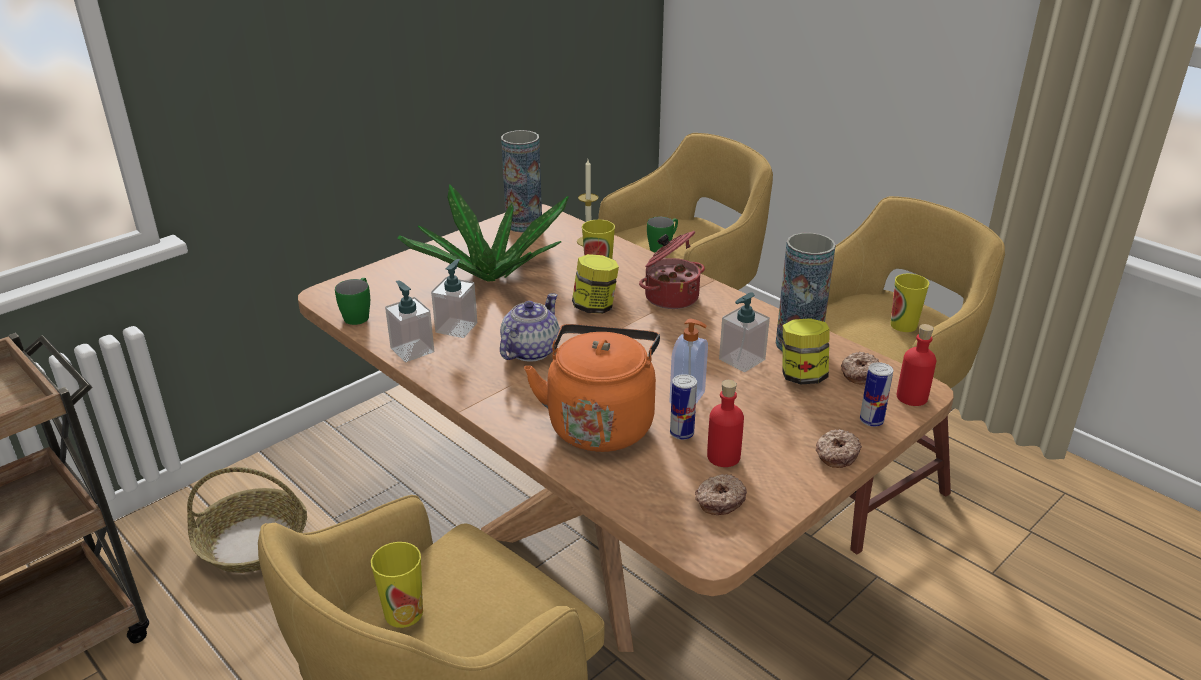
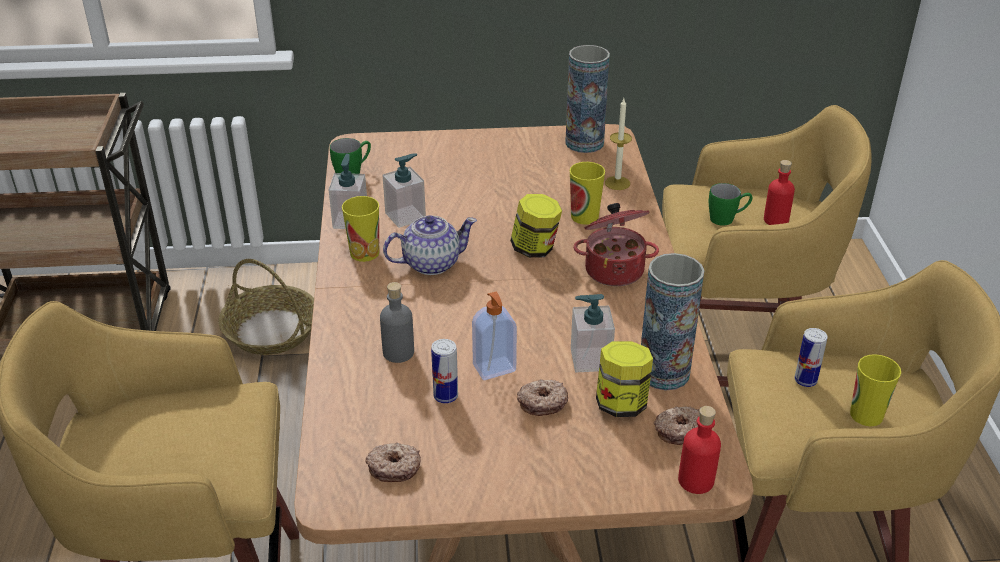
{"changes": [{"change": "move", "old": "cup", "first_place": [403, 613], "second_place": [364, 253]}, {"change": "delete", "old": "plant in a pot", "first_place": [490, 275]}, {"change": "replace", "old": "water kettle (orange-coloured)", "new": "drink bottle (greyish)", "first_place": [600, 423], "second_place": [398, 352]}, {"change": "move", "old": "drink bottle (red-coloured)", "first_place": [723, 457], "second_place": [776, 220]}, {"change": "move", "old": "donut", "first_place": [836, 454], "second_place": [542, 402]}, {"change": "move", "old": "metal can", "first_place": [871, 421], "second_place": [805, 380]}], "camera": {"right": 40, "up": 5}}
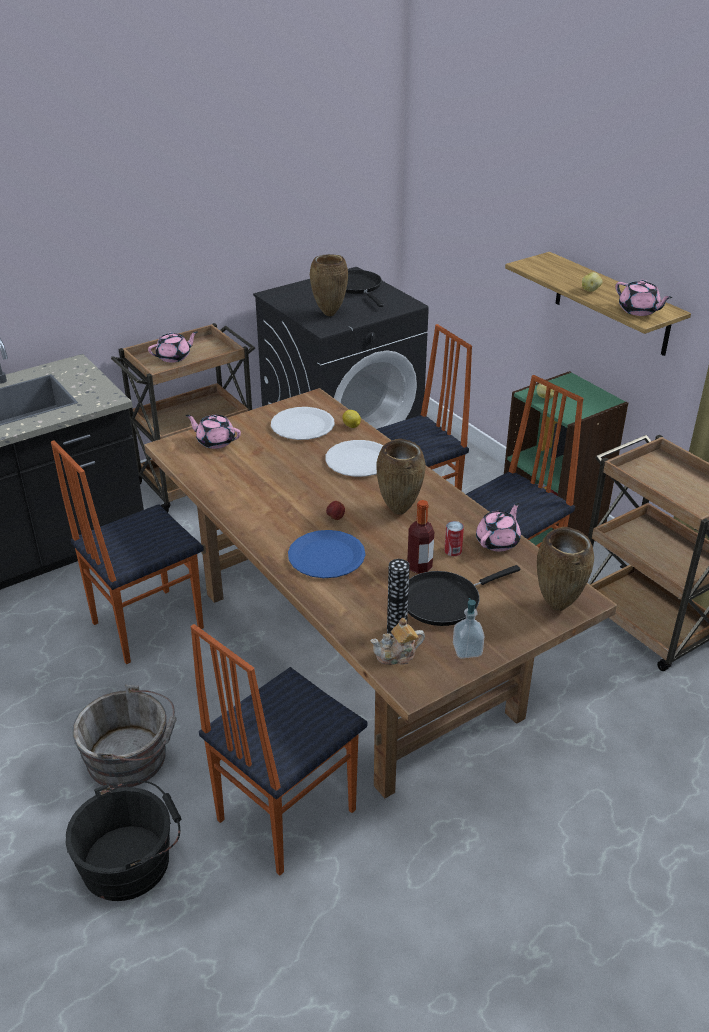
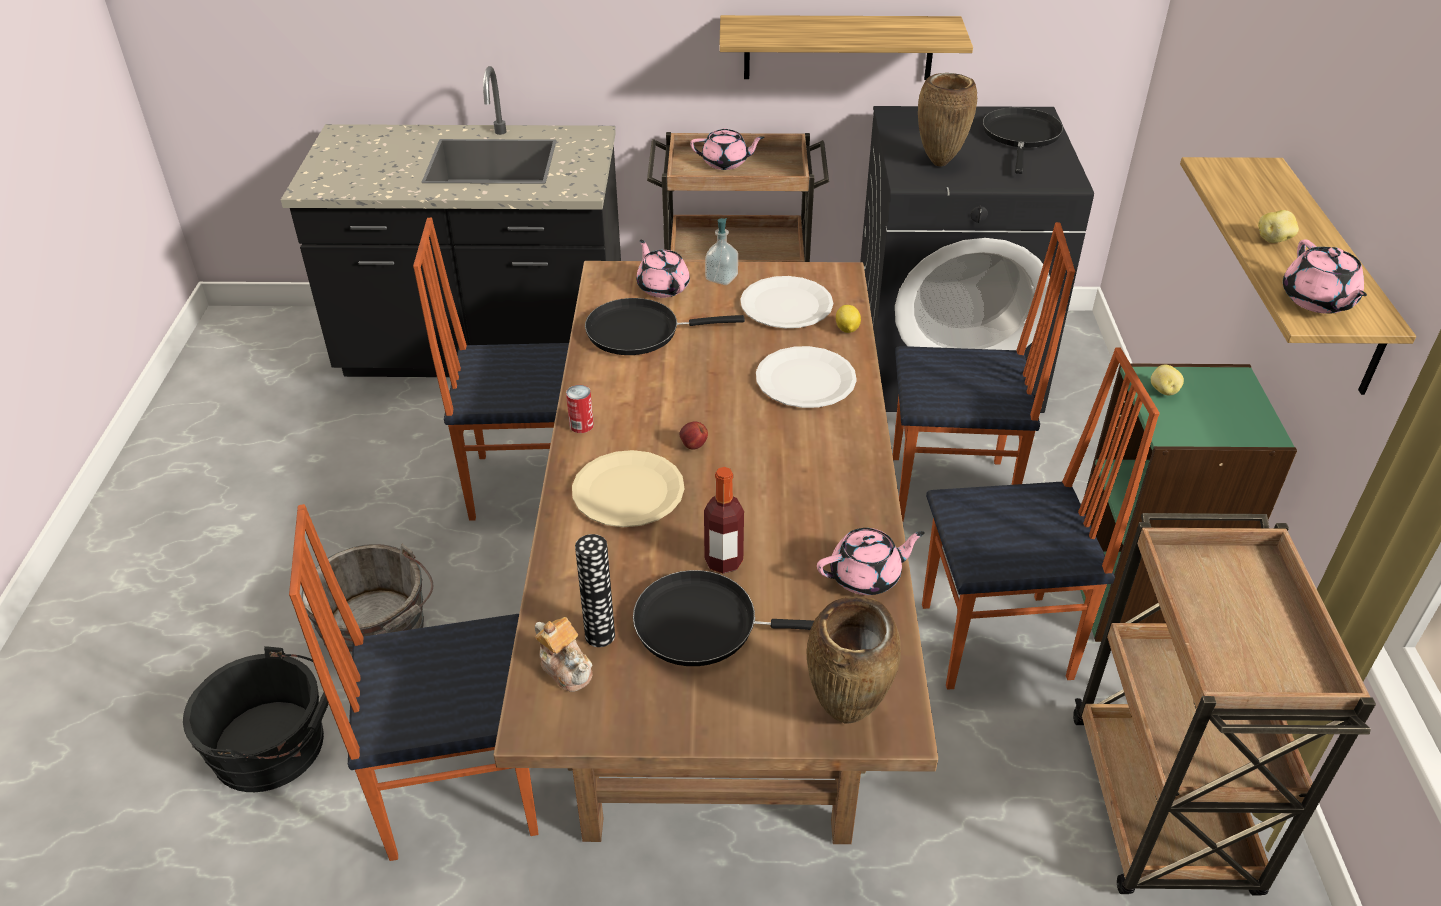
{"changes": [{"change": "recolor", "old": "flat dish (blue)", "new": "flat dish (sand-coloured)", "first_place": [326, 556], "second_place": [628, 491]}, {"change": "rotate", "old": "pot for tea", "first_place": [397, 655], "second_place": [566, 668], "degrees": -150}, {"change": "delete", "old": "flower vase (brown-coloured)", "first_place": [400, 511]}, {"change": "move", "old": "metal can", "first_place": [453, 551], "second_place": [581, 425]}, {"change": "move", "old": "soap bottle", "first_place": [467, 650], "second_place": [721, 278]}, {"change": "insert", "new": "frying pan (black)", "second_place": [639, 332]}, {"change": "insert", "new": "bracket shelf", "second_place": [838, 47]}], "camera": {"right": 35, "up": 5}}
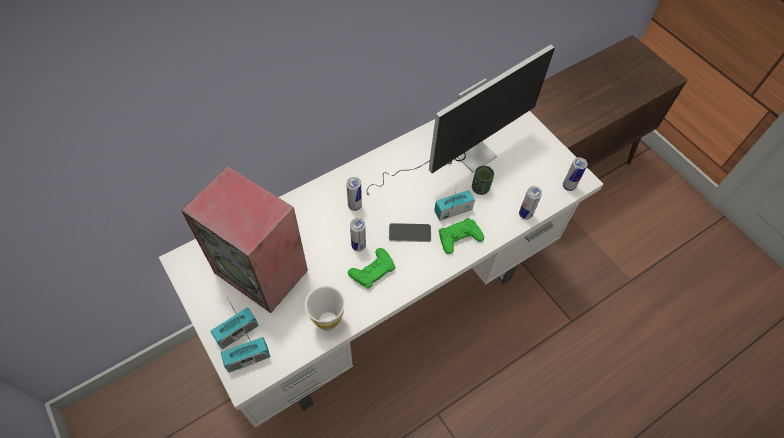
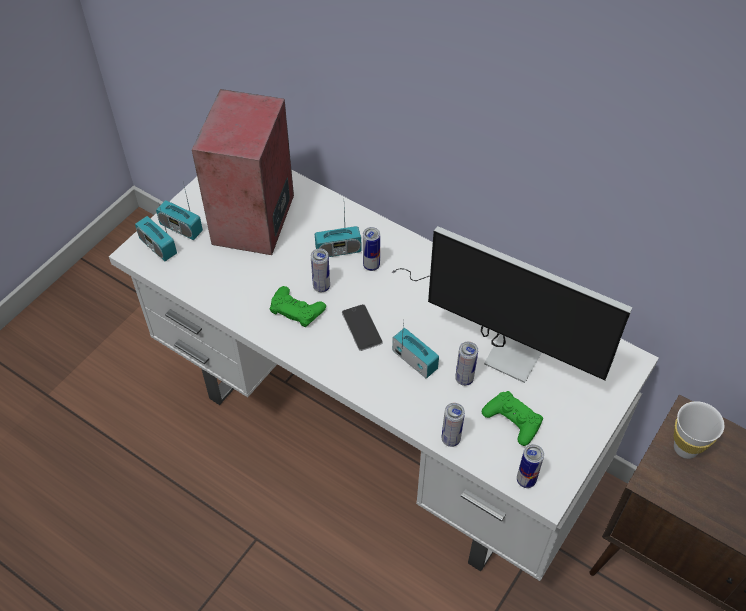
{"changes": [{"change": "move", "old": "cup (white)", "first_place": [328, 321], "second_place": [685, 448]}, {"change": "move", "old": "game controller (green)", "first_place": [459, 238], "second_place": [512, 420]}, {"change": "replace", "old": "cup (green)", "new": "metal can", "first_place": [480, 188], "second_place": [464, 379]}, {"change": "insert", "new": "radio set", "second_place": [338, 250]}], "camera": {"right": 70, "up": -5}}
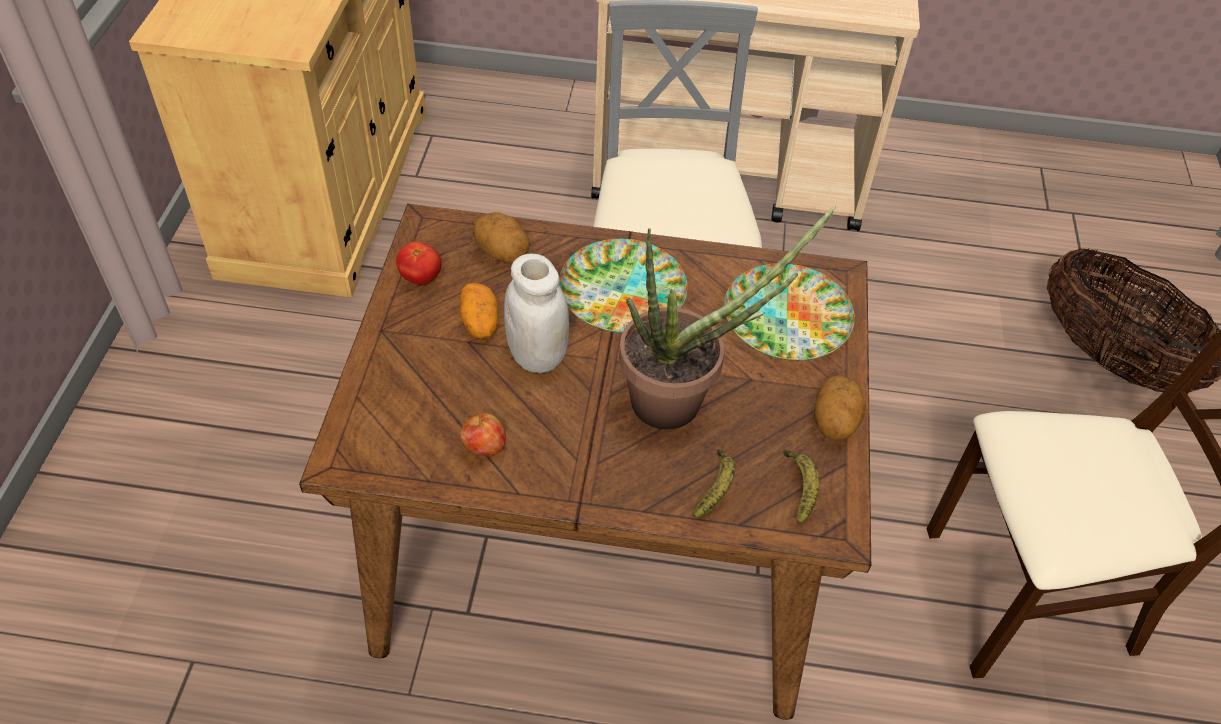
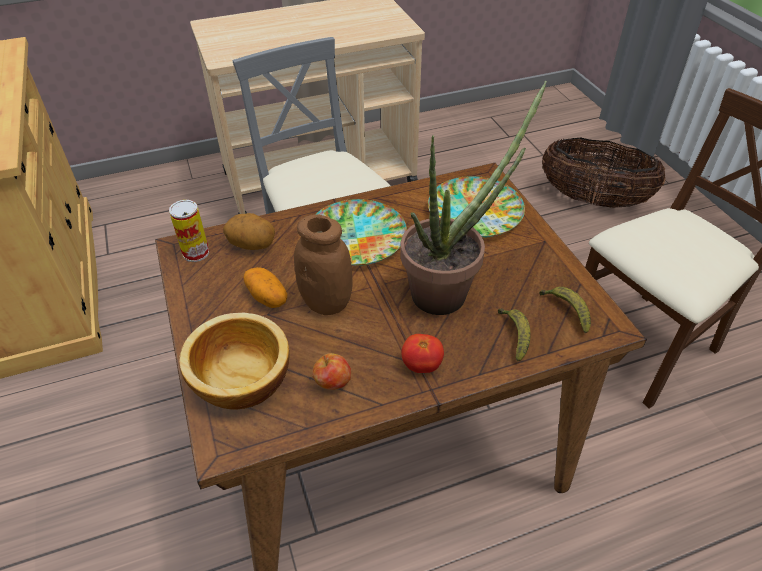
{"changes": [{"change": "move", "old": "fresh tomato", "first_place": [420, 277], "second_place": [422, 365]}, {"change": "recolor", "old": "preserve jar (white)", "new": "preserve jar (brown-coloured)", "first_place": [537, 356], "second_place": [326, 302]}, {"change": "delete", "old": "spud", "first_place": [835, 422]}, {"change": "insert", "new": "metal can", "second_place": [196, 253]}, {"change": "insert", "new": "serving bowl", "second_place": [239, 380]}], "camera": {"right": -25, "up": -5}}
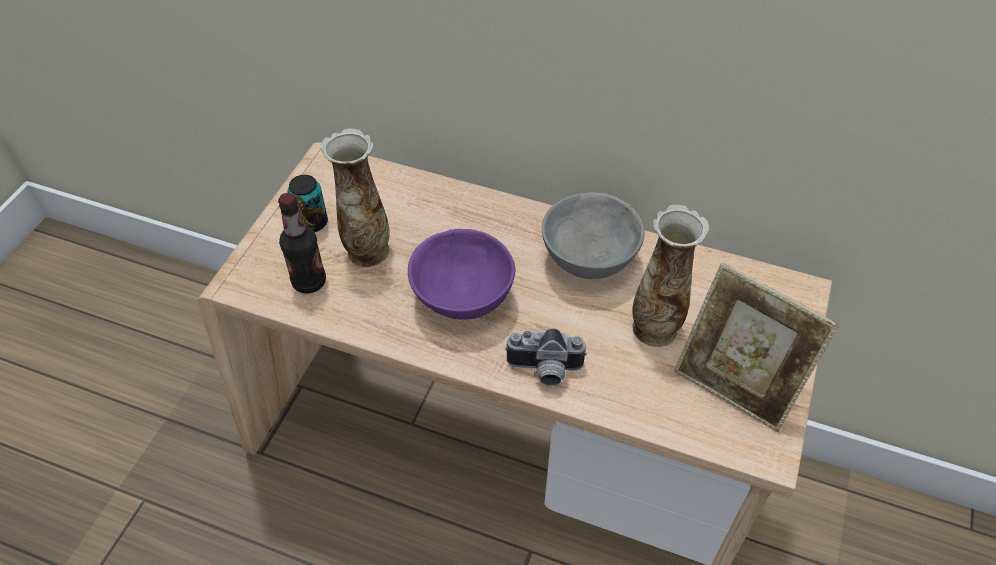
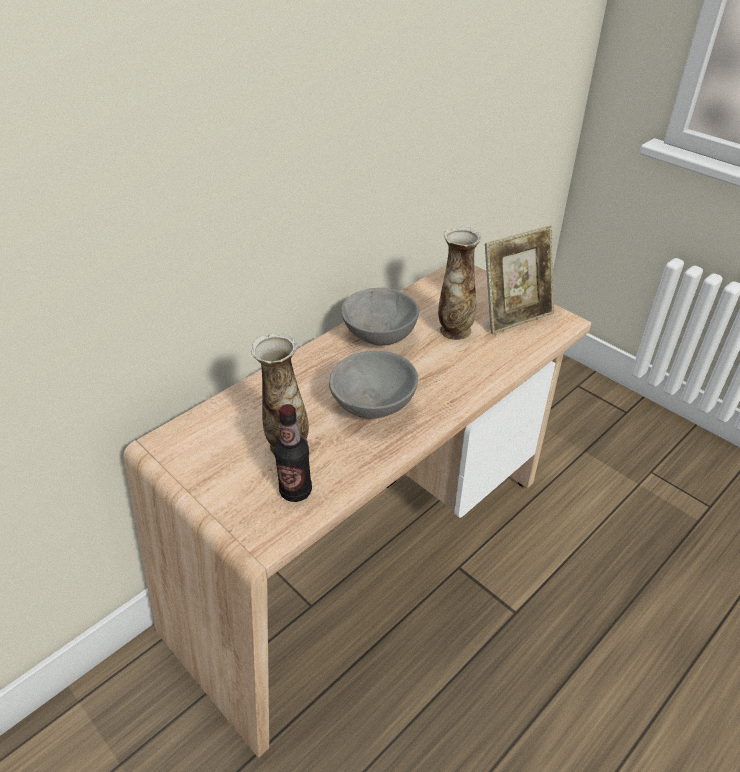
{"changes": [{"change": "delete", "old": "metal can", "first_place": [312, 223]}, {"change": "recolor", "old": "serving bowl (purple-coloured)", "new": "serving bowl (greyish)", "first_place": [461, 299], "second_place": [374, 407]}, {"change": "delete", "old": "photo camera", "first_place": [544, 371]}], "camera": {"right": -65, "up": -10}}
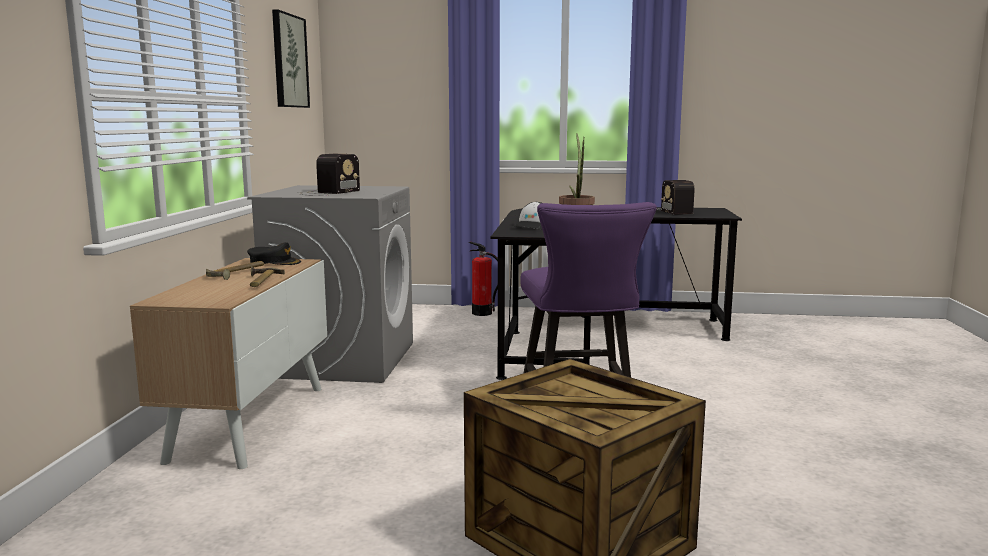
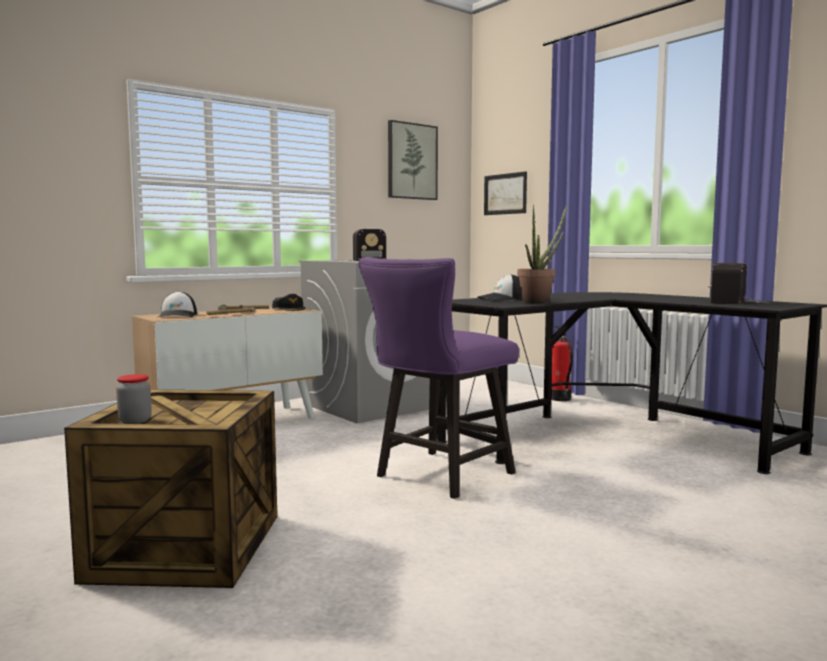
{"changes": [{"change": "insert", "new": "preserve jar", "second_place": [135, 421]}, {"change": "insert", "new": "cap", "second_place": [178, 315]}, {"change": "insert", "new": "picture", "second_place": [505, 194]}], "camera": {"right": 45, "up": -5}}
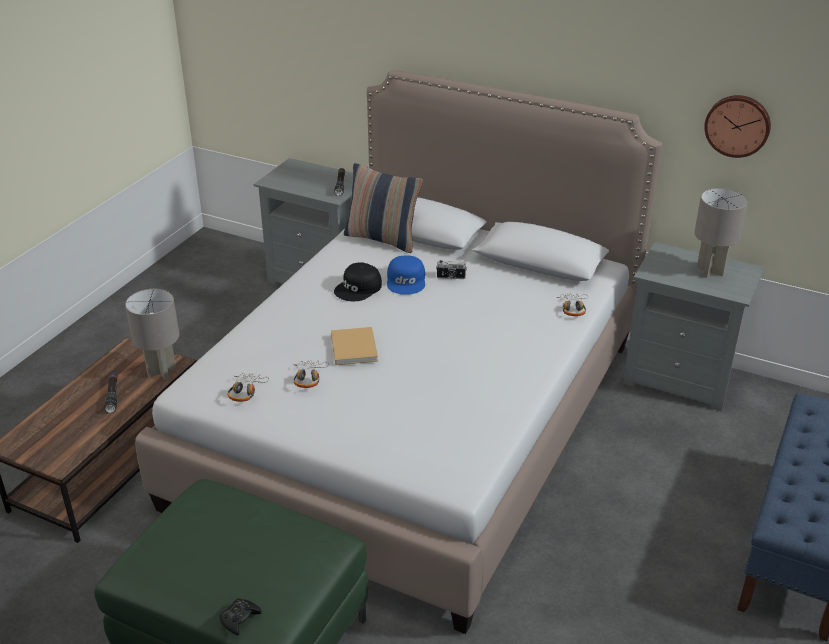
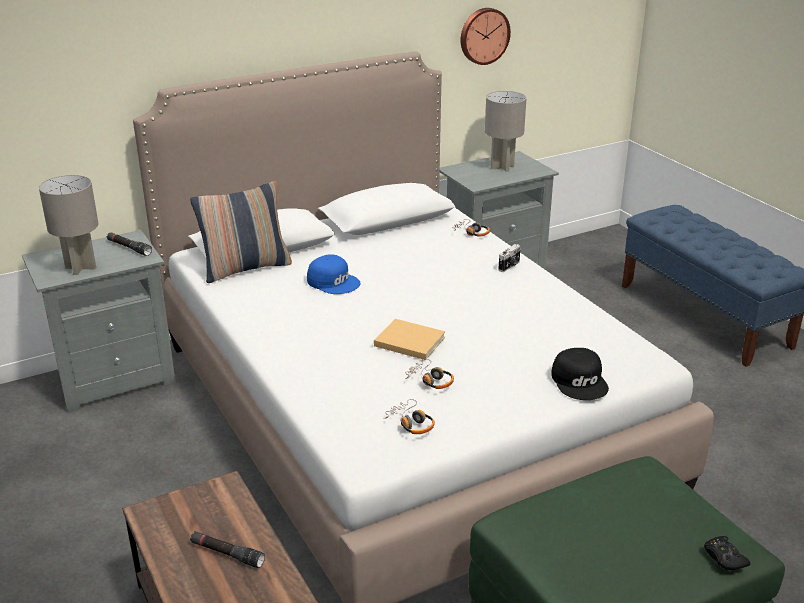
{"changes": [{"change": "move", "old": "tabletop lamp (greyish)", "first_place": [161, 372], "second_place": [80, 268]}, {"change": "move", "old": "cap (black)", "first_place": [358, 288], "second_place": [580, 381]}, {"change": "move", "old": "photo camera", "first_place": [451, 277], "second_place": [510, 266]}], "camera": {"right": -55, "up": -5}}
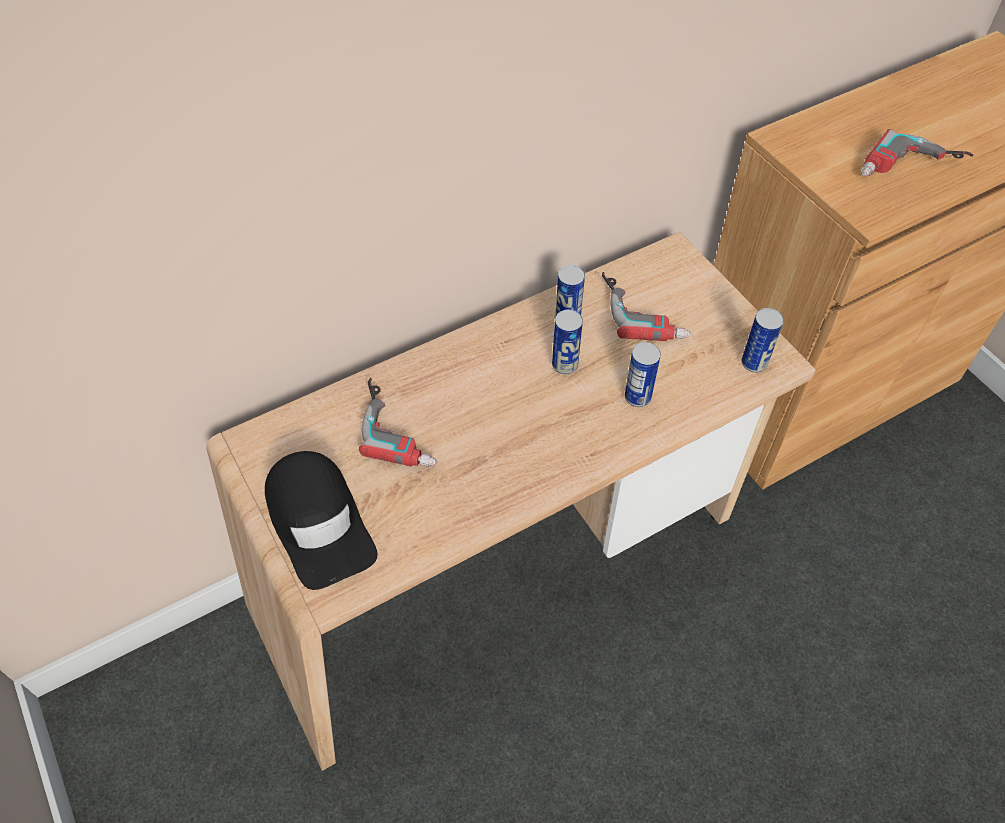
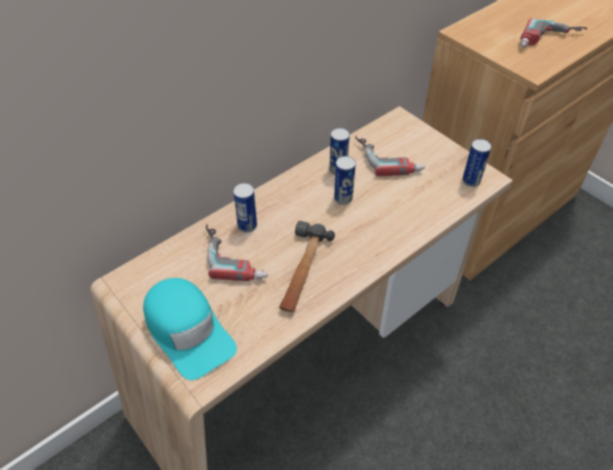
{"changes": [{"change": "recolor", "old": "cap (black)", "new": "cap (turquoise)", "first_place": [319, 523], "second_place": [188, 331]}, {"change": "move", "old": "metal can", "first_place": [637, 397], "second_place": [247, 225]}, {"change": "insert", "new": "tool hammer", "second_place": [301, 270]}], "camera": {"right": -10, "up": -5}}
